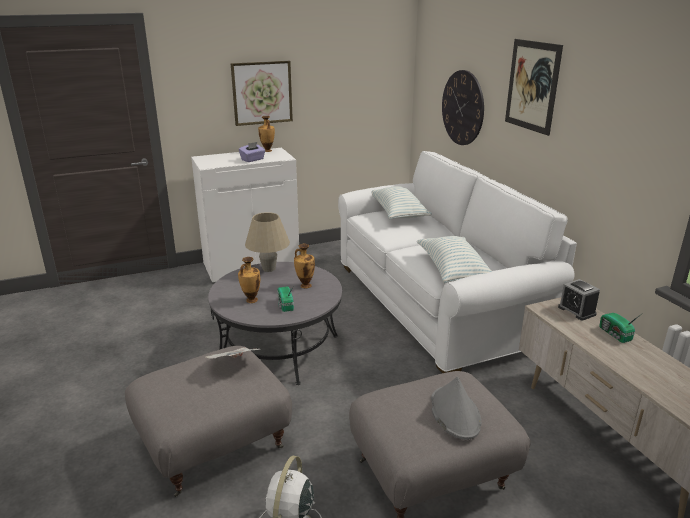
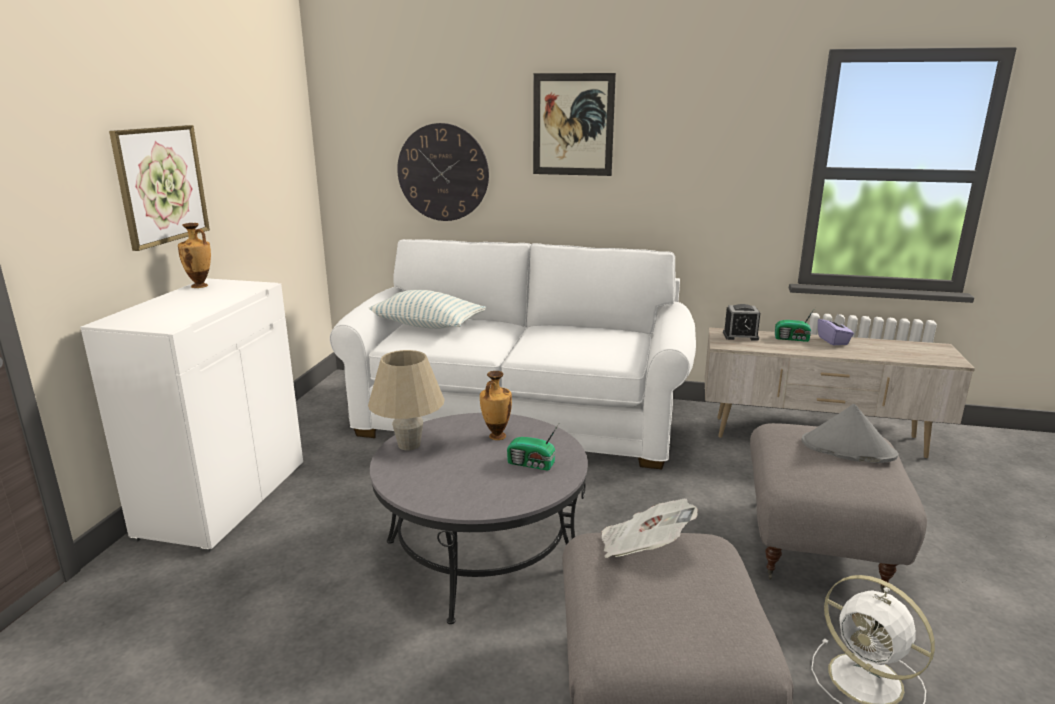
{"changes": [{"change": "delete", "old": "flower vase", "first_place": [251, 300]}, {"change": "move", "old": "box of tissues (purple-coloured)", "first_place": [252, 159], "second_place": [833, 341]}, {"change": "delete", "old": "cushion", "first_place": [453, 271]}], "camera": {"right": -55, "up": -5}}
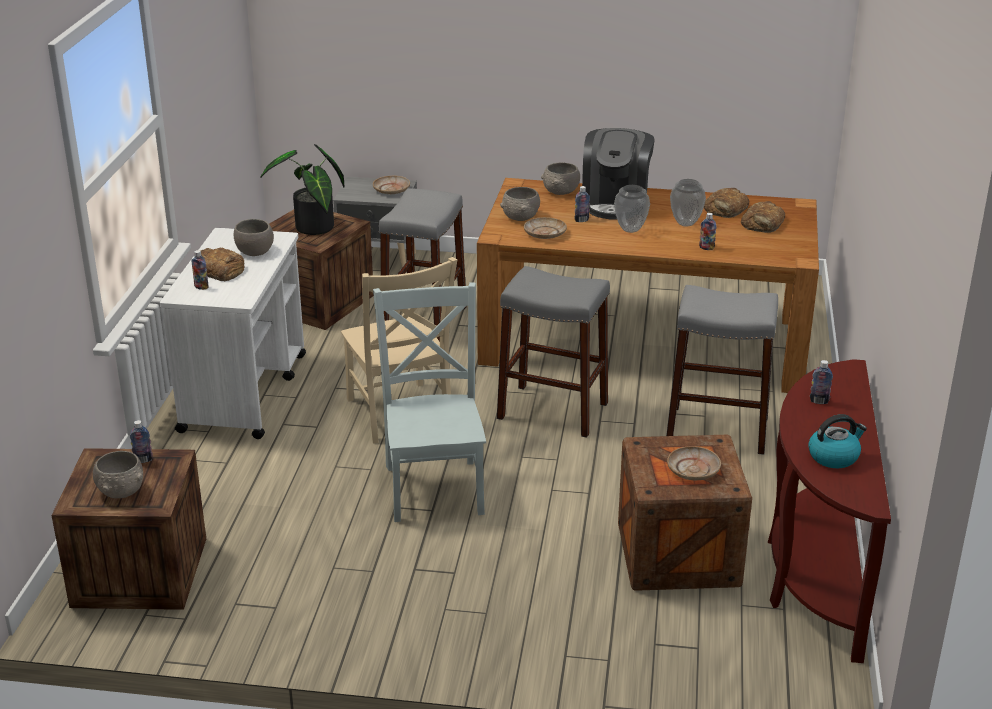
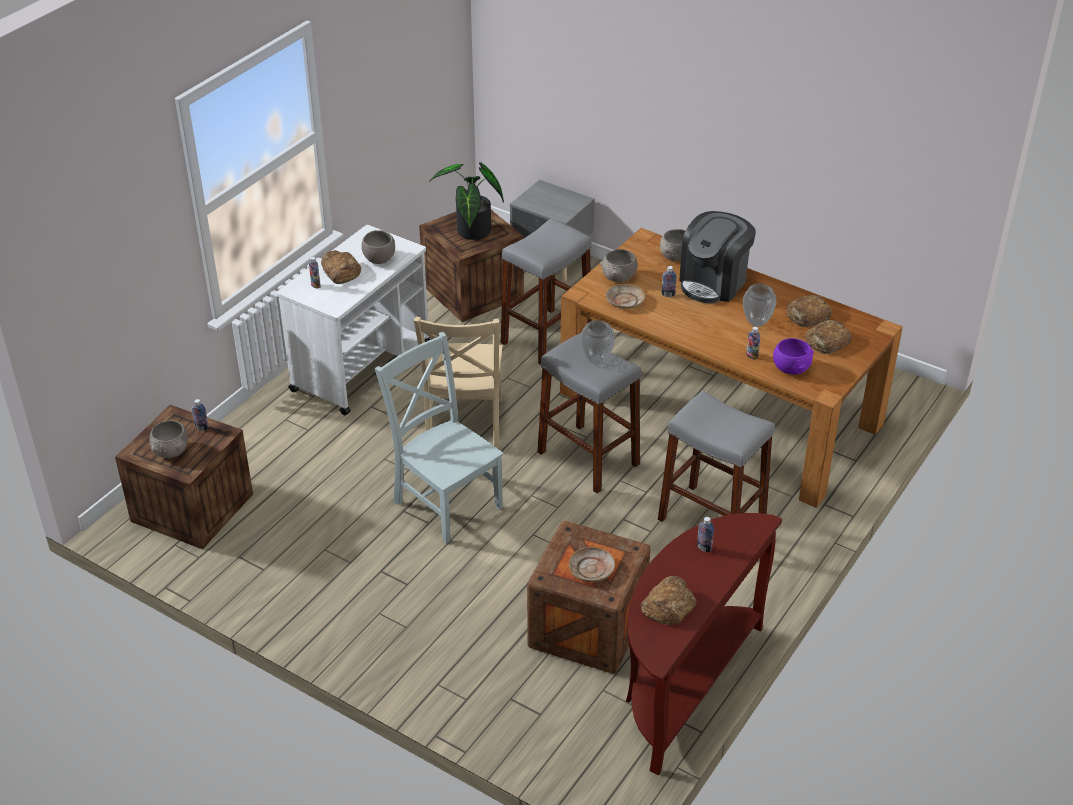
{"changes": [{"change": "delete", "old": "flat dish (sand-coloured)", "first_place": [391, 190]}, {"change": "rotate", "old": "plain chair (greyish)", "first_place": [435, 486], "second_place": [445, 501], "degrees": -60}, {"change": "move", "old": "flower vase", "first_place": [631, 229], "second_place": [597, 360]}, {"change": "replace", "old": "water kettle", "new": "baked bread", "first_place": [834, 456], "second_place": [668, 605]}, {"change": "insert", "new": "serving bowl (purple-coloured)", "second_place": [791, 368]}], "camera": {"right": 25, "up": 10}}
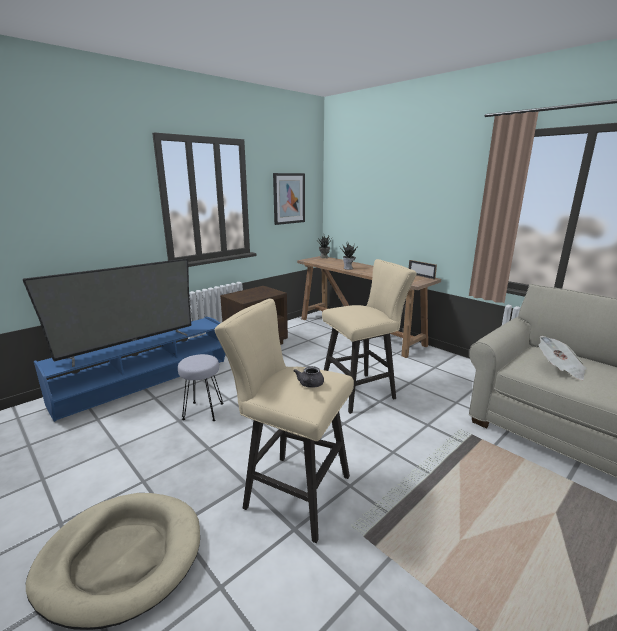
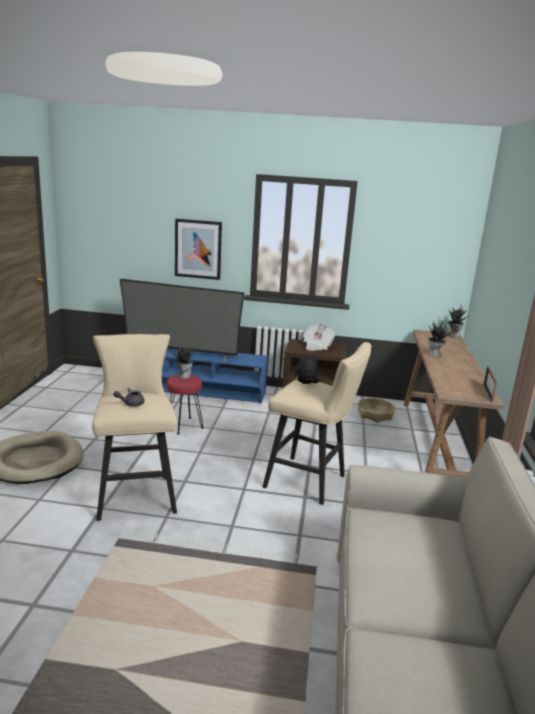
{"changes": [{"change": "recolor", "old": "stool (greyish)", "new": "stool (red-coloured)", "first_place": [203, 412], "second_place": [183, 426]}, {"change": "move", "old": "picture", "first_place": [289, 198], "second_place": [198, 249]}, {"change": "move", "old": "printed paper", "first_place": [560, 369], "second_place": [317, 346]}, {"change": "insert", "new": "plant in a pot", "second_place": [183, 376]}, {"change": "insert", "new": "cuddly toy", "second_place": [306, 384]}, {"change": "insert", "new": "basket", "second_place": [375, 415]}], "camera": {"right": 50, "up": 0}}
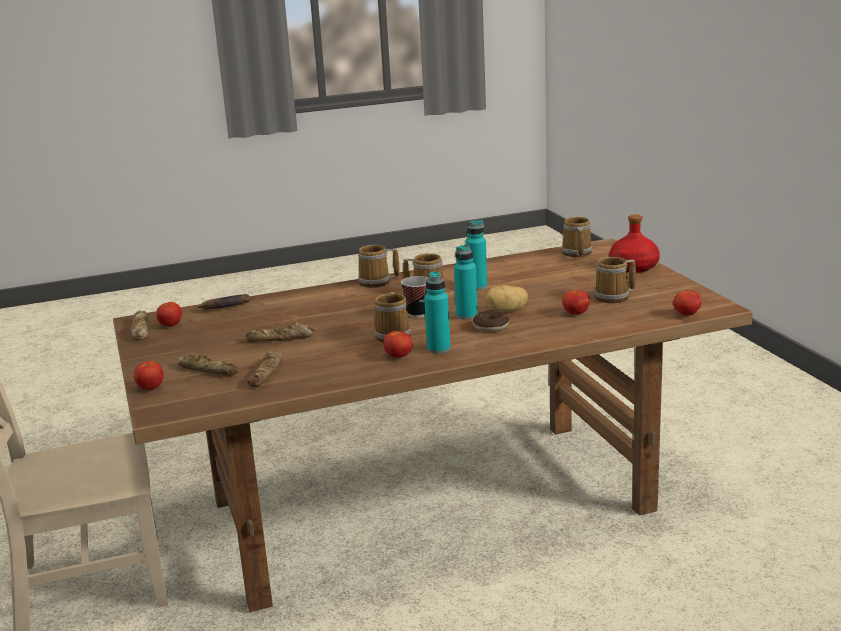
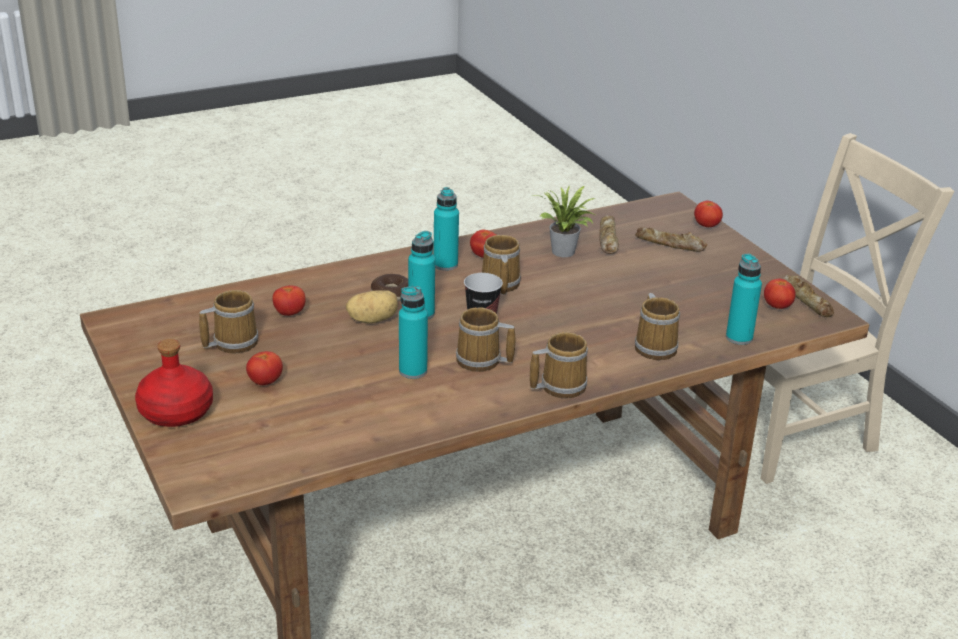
{"changes": [{"change": "replace", "old": "banana fruit", "new": "drink bottle (turquoise)", "first_place": [225, 307], "second_place": [739, 338]}, {"change": "delete", "old": "baked bread", "first_place": [281, 339]}, {"change": "move", "old": "tea mug", "first_place": [576, 253], "second_place": [656, 347]}, {"change": "move", "old": "fresh tomato", "first_place": [686, 314], "second_place": [265, 382]}, {"change": "insert", "new": "plant in a pot", "second_place": [564, 253]}], "camera": {"right": 170, "up": 10}}
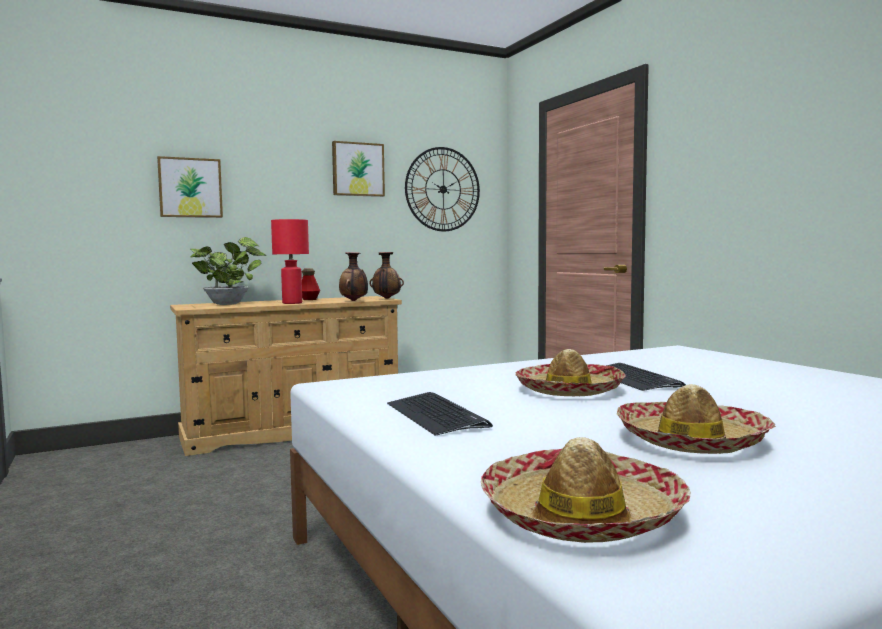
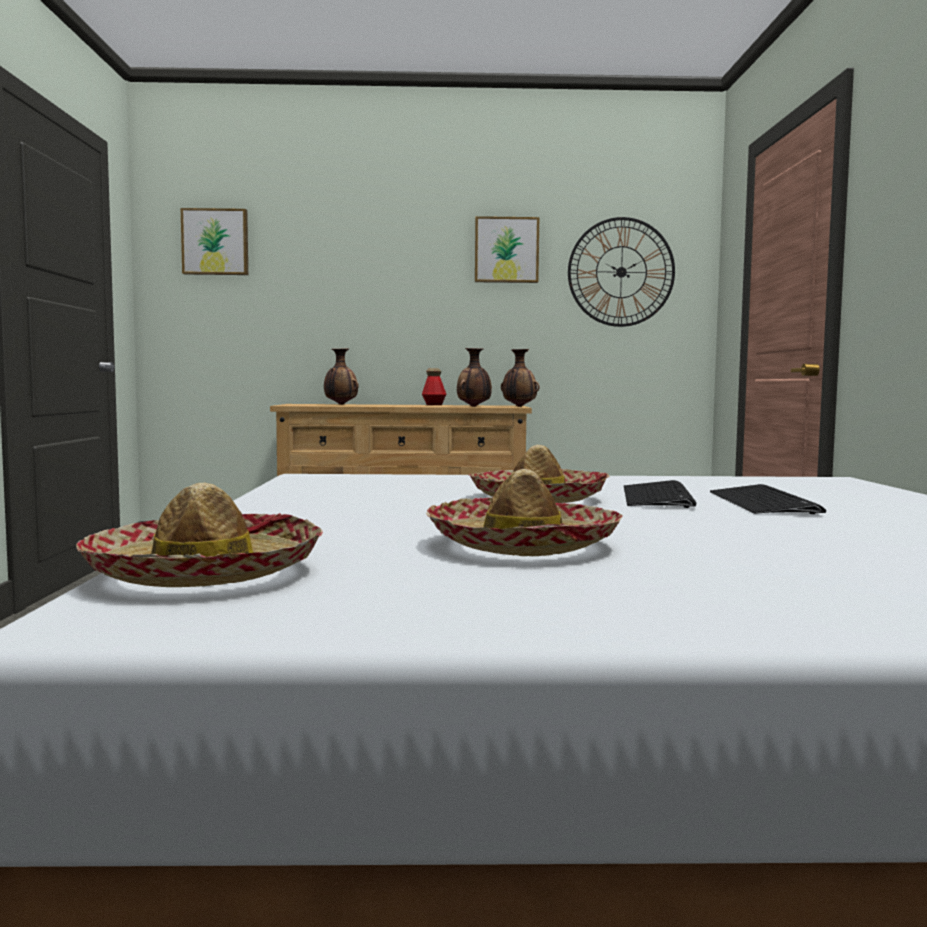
{"changes": [{"change": "move", "old": "picture", "first_place": [190, 188], "second_place": [215, 242]}, {"change": "replace", "old": "plant in a pot", "new": "flower vase", "first_place": [230, 304], "second_place": [340, 404]}, {"change": "delete", "old": "tabletop lamp (red-coloured)", "first_place": [292, 303]}, {"change": "move", "old": "PC keyboard", "first_place": [436, 415], "second_place": [763, 503]}], "camera": {"right": 25, "up": 0}}
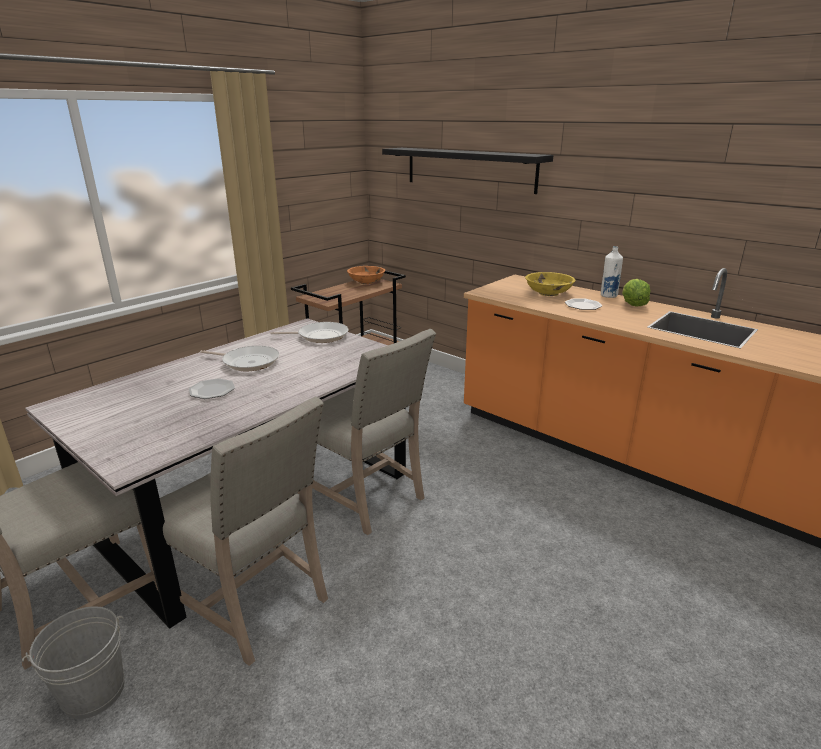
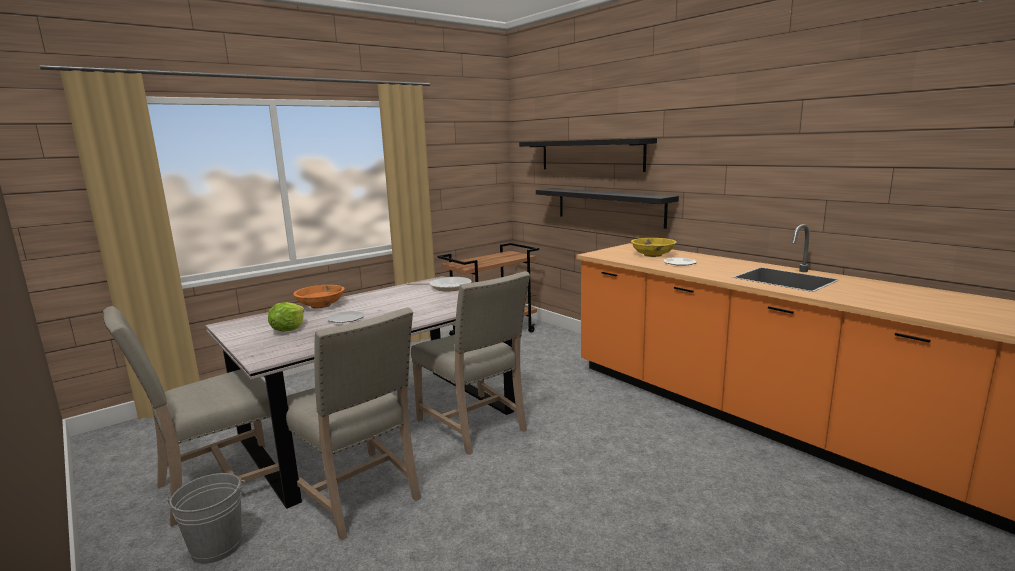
{"changes": [{"change": "delete", "old": "frying pan", "first_place": [248, 362]}, {"change": "move", "old": "serving bowl (orange-coloured)", "first_place": [366, 282], "second_place": [321, 305]}, {"change": "delete", "old": "drink bottle (white)", "first_place": [608, 296]}, {"change": "move", "old": "lettuce", "first_place": [632, 305], "second_place": [288, 329]}, {"change": "insert", "new": "bracket shelf (black)", "second_place": [609, 206]}], "camera": {"right": 10, "up": -10}}
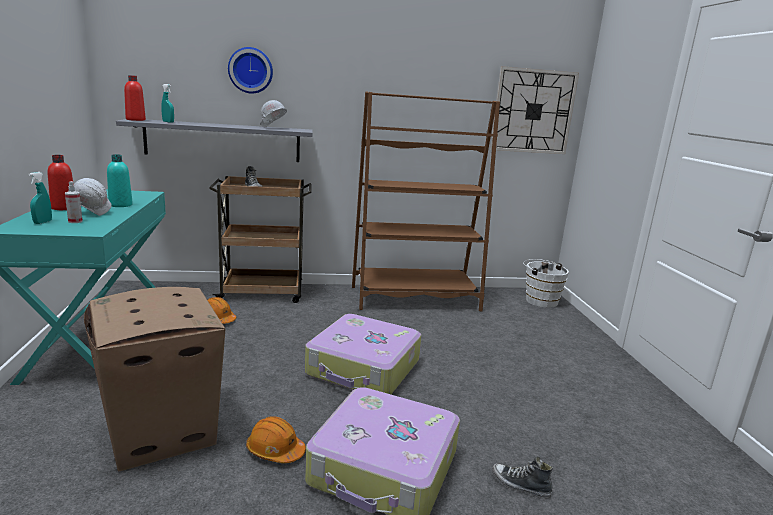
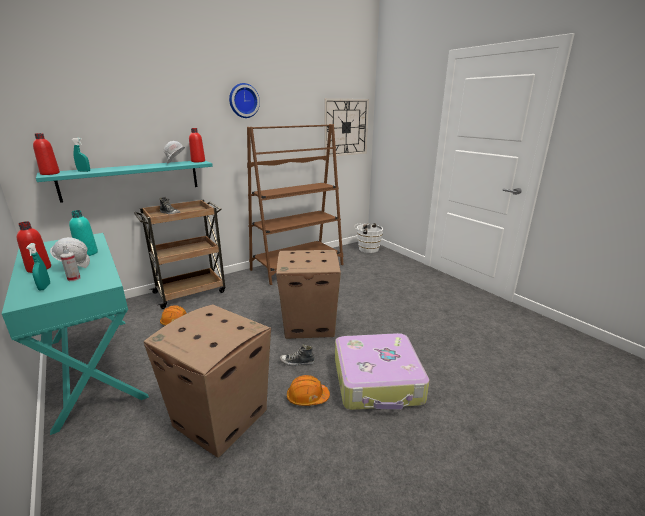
{"changes": [{"change": "recolor", "old": "bracket shelf (greyish)", "new": "bracket shelf (turquoise)", "first_place": [223, 141], "second_place": [131, 180]}, {"change": "move", "old": "wall clock", "first_place": [250, 70], "second_place": [243, 100]}, {"change": "replace", "old": "suitcase", "new": "packing box", "first_place": [363, 368], "second_place": [310, 324]}, {"change": "move", "old": "shoe", "first_place": [520, 485], "second_place": [297, 362]}, {"change": "insert", "new": "drink bottle (red-coloured)", "second_place": [198, 161]}], "camera": {"right": -25, "up": 5}}
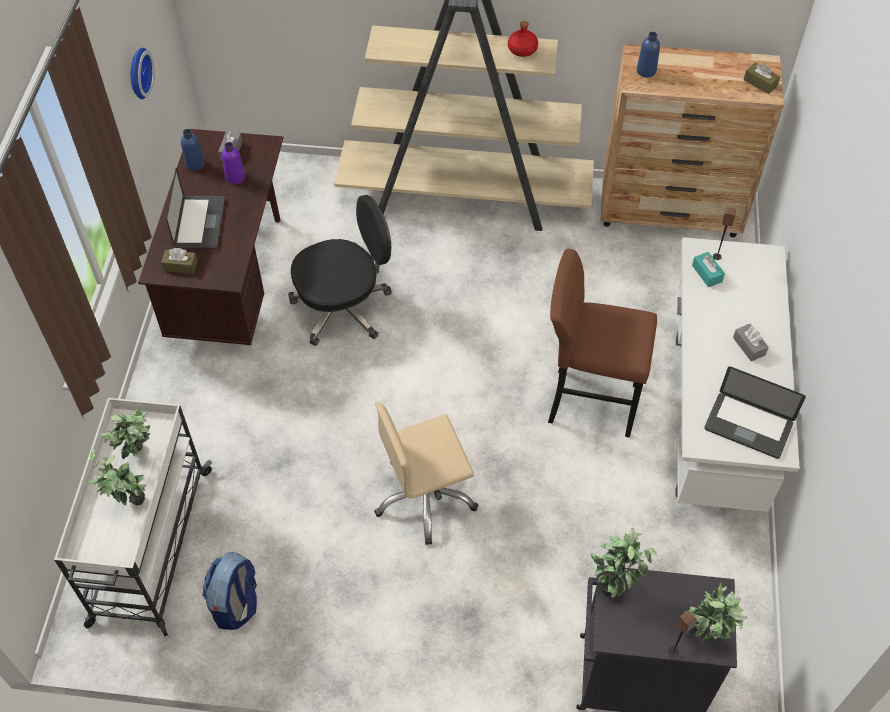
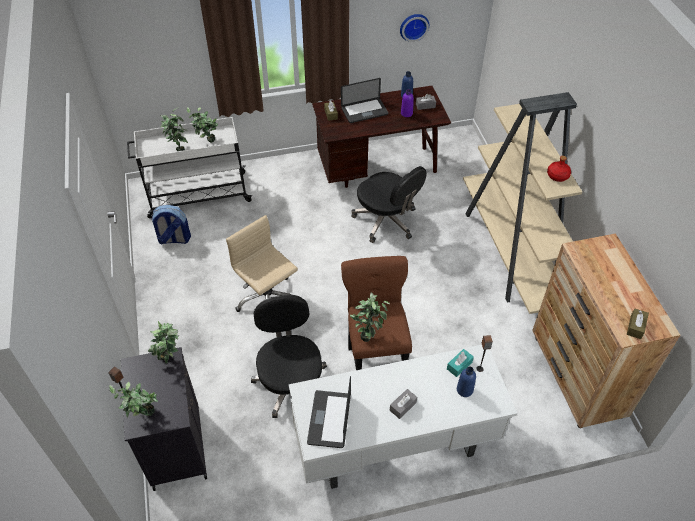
{"changes": [{"change": "move", "old": "drink bottle (blue)", "first_place": [646, 71], "second_place": [464, 390]}, {"change": "insert", "new": "desk chair (black)", "second_place": [291, 382]}, {"change": "insert", "new": "plant in a pot", "second_place": [369, 333]}], "camera": {"right": 70, "up": -5}}
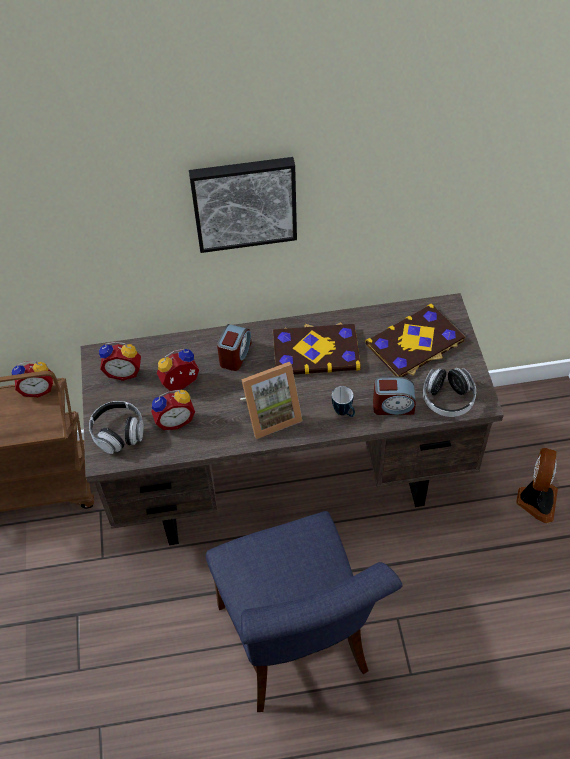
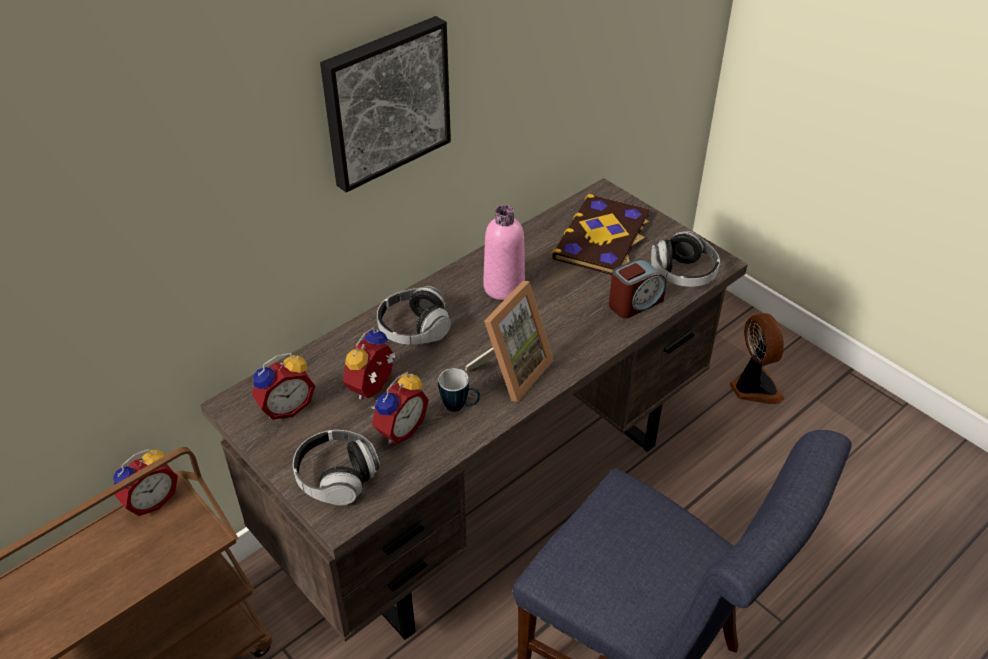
{"changes": [{"change": "replace", "old": "alarm clock", "new": "headset", "first_place": [235, 355], "second_place": [414, 329]}, {"change": "replace", "old": "volume", "new": "drink bottle (pinkish)", "first_place": [315, 351], "second_place": [504, 287]}, {"change": "move", "old": "tea mug", "first_place": [344, 413], "second_place": [460, 407]}], "camera": {"right": -35, "up": -10}}
